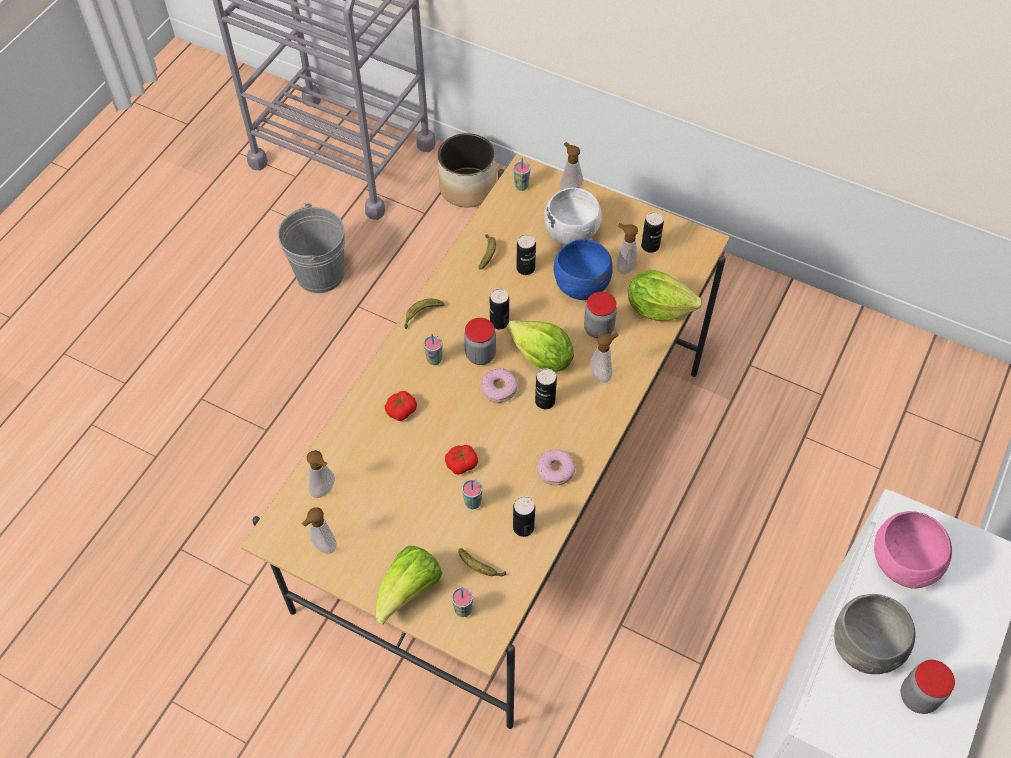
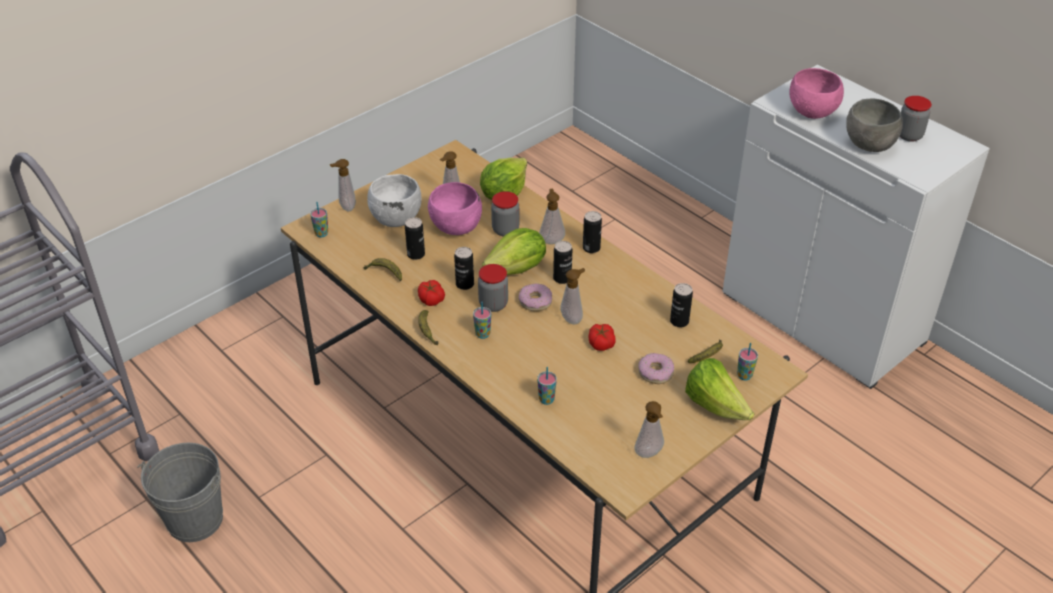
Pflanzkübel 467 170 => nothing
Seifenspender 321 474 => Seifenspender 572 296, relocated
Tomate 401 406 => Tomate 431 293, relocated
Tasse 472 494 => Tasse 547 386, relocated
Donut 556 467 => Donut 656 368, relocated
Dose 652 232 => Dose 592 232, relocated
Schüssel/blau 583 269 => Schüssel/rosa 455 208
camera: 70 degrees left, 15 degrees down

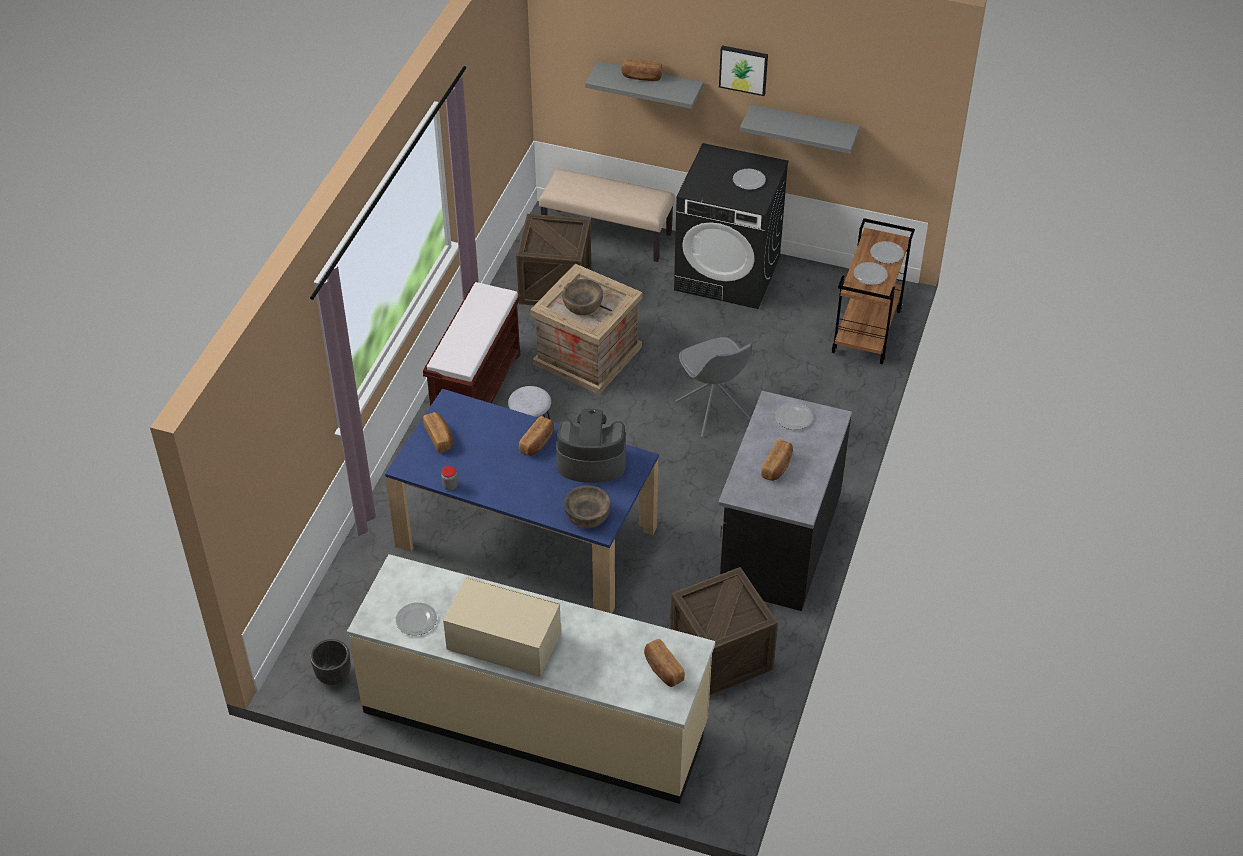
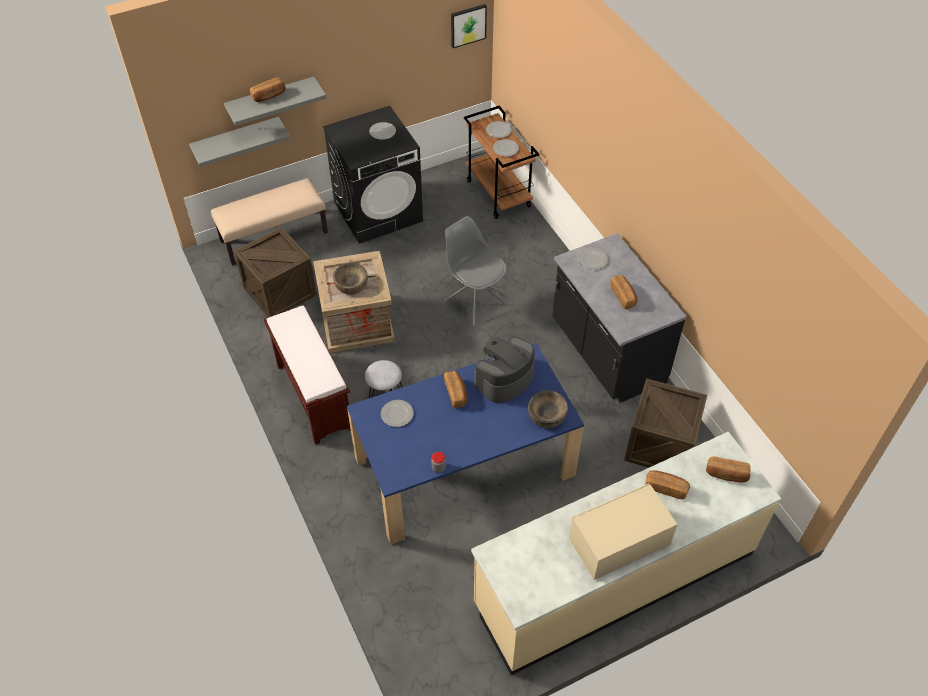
Pflanzkübel/schwarz 330 662 => nothing
Teller 416 618 => Teller 397 413, relocated
Brot 438 432 => Brot 667 485, relocated
Bild 743 70 => Bild 469 26, relocated
Wandregal/grau 800 129 => Wandregal/grau 240 142, relocated
Stuhl/grau 713 387 => Stuhl/grau 475 271, 150 degrees counterclockwise
camera: 45 degrees left, 5 degrees up

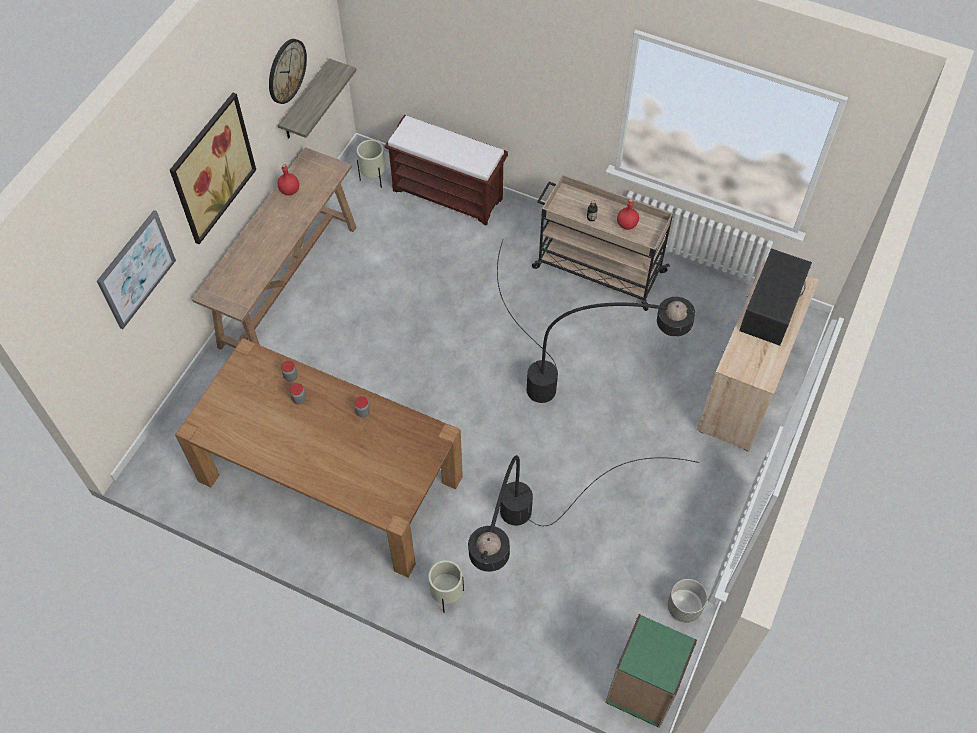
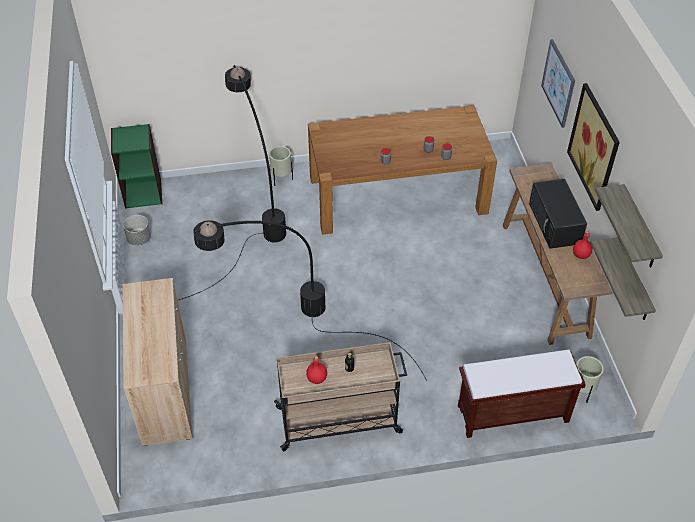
Mikrowelle/schwarz 775 297 => Mikrowelle/schwarz 558 214, relocated
Wanduhr 288 71 => Wandregal 629 226
camera: 145 degrees right, 10 degrees down

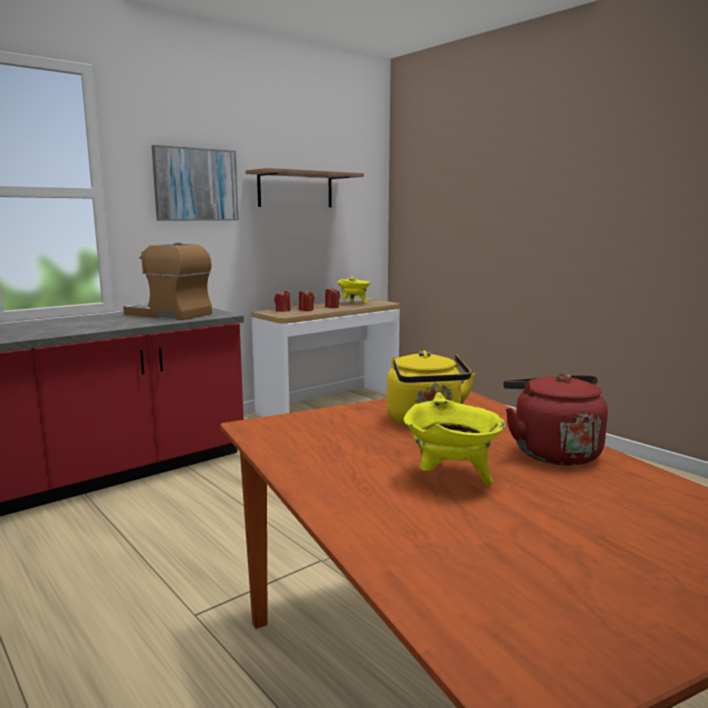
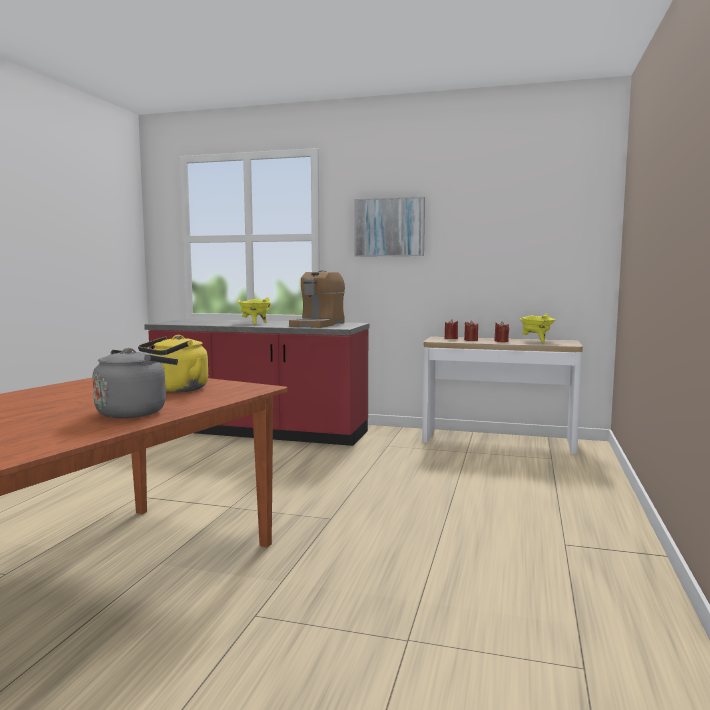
Wandregal 305 187 => nothing
Kochtopf/gelb 454 438 => Kochtopf/gelb 254 311, relocated
Wasserkessel/rot 555 419 => Wasserkessel/grau 135 383
Kaffeemaschine 167 281 => Kaffeemaschine 317 299, 150 degrees counterclockwise
camera: 55 degrees right, 5 degrees down

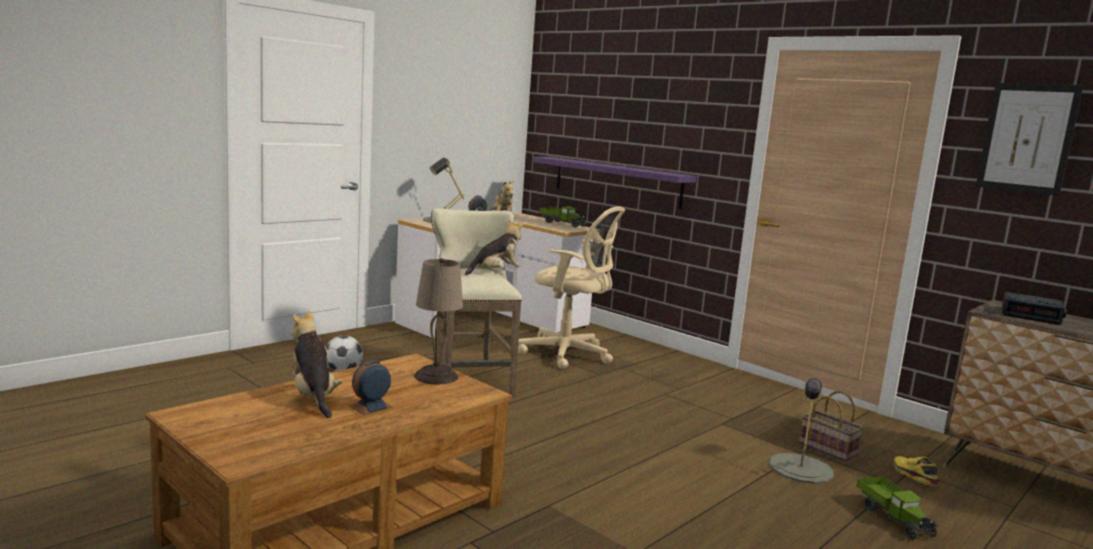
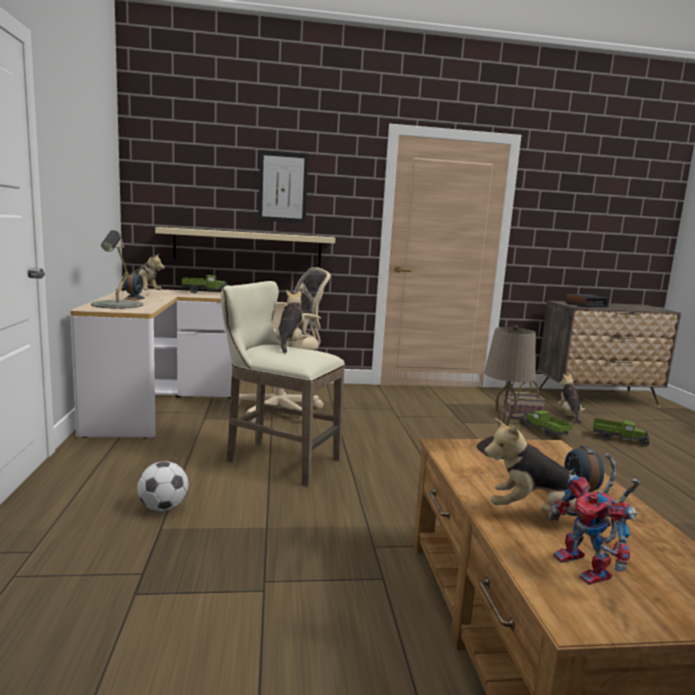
nothing => Spielzeugroboter 594 519
Bild 1029 139 => Bild 283 186, relocated
Tischlampe/grau 801 431 => Spielzeuglaster 546 424
Schuh/gelb 916 471 => Plüschtier 571 398
Wandregal/lila 614 183 => Wandregal/beige 245 247
camera: 50 degrees left, 0 degrees up

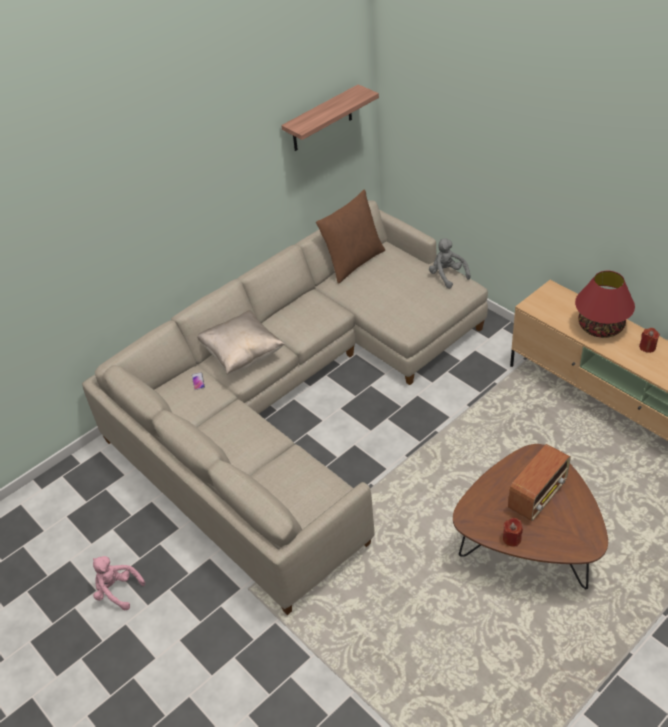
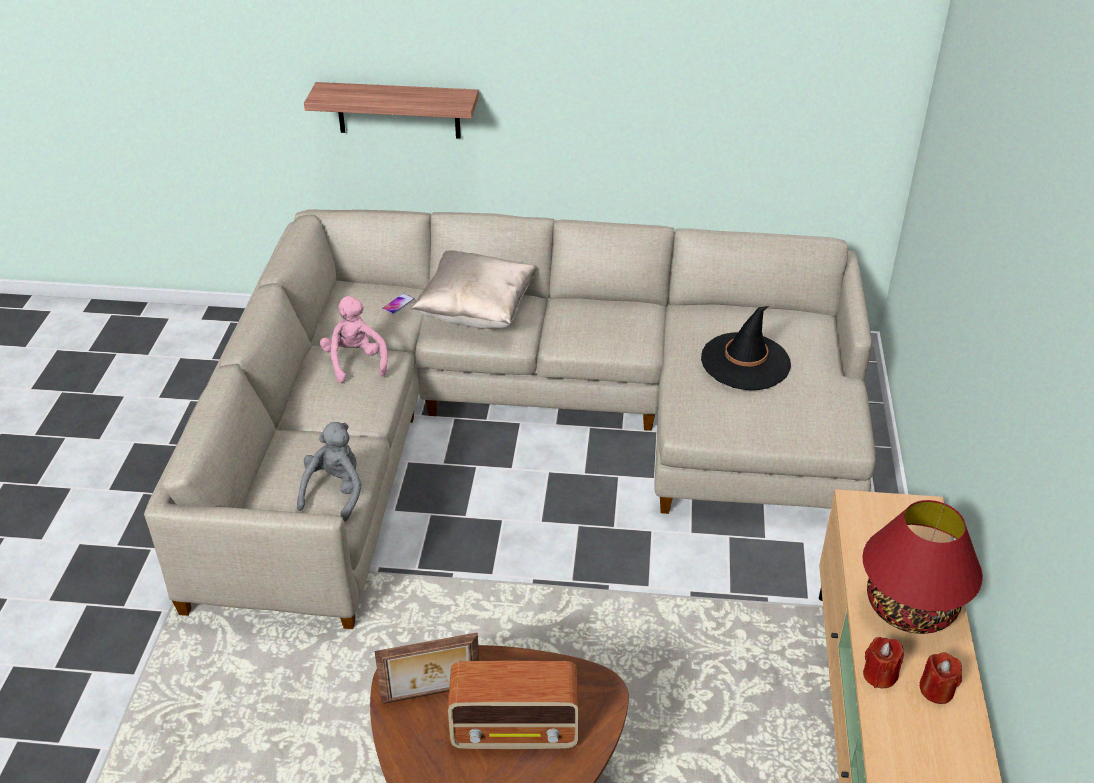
Kissen/braun 350 236 => nothing
nothing => Bilderrahmen 427 668
nothing => Hut/schwarz 746 348
Plüschtier/rosa 119 583 => Plüschtier/rosa 354 339, relocated
Wandregal 330 117 => Wandregal 391 110, relocated
Plüschtier/grau 450 263 => Plüschtier/grau 329 471, relocated
Kerze/rot 513 532 => Kerze/rot 883 662, relocated
camera: 45 degrees right, 5 degrees down

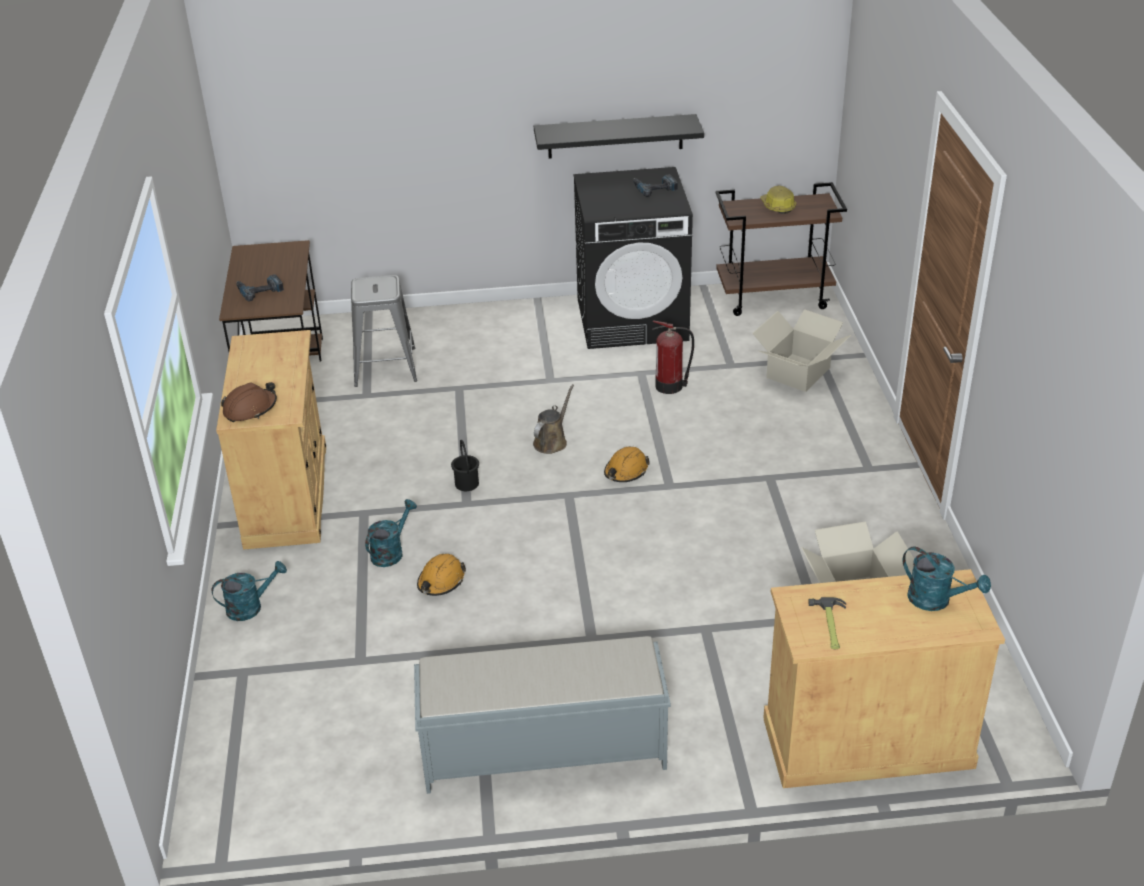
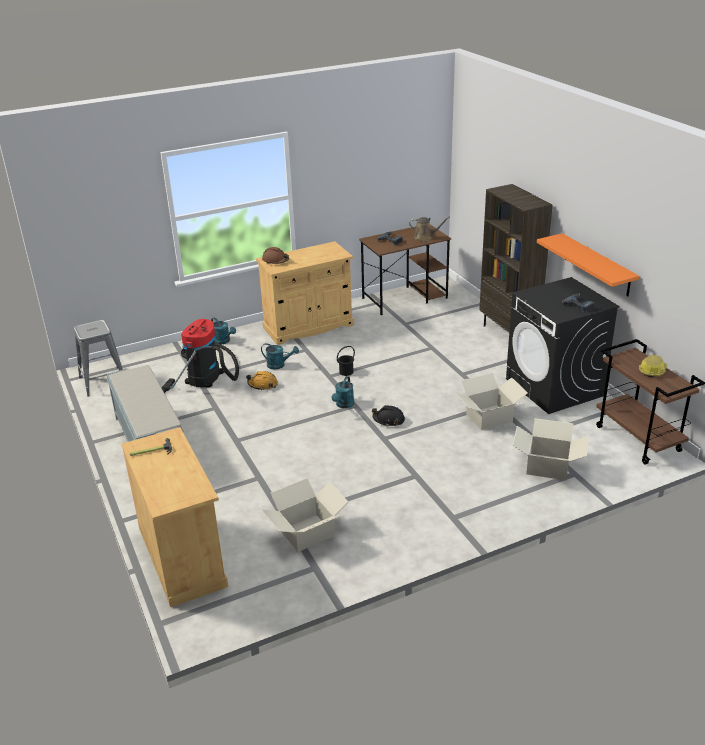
nothing => Staubsauger 200 356
nothing => Bücherregal/braun 516 258
Hocker/grau 384 331 => Hocker/grau 98 358, relocated
Gießkanne/braun 553 419 => Gießkanne/braun 429 229, relocated
Gießkanne/türkis 946 579 => Gießkanne/türkis 343 392, relocated
Feuerlöscher 673 357 => Karton 491 401
Wandregal/schwarz 619 136 => Wandregal/orange 588 264
Schutzhelm/orange 627 464 => Schutzhelm/schwarz 388 416
camera: 70 degrees right, 5 degrees down

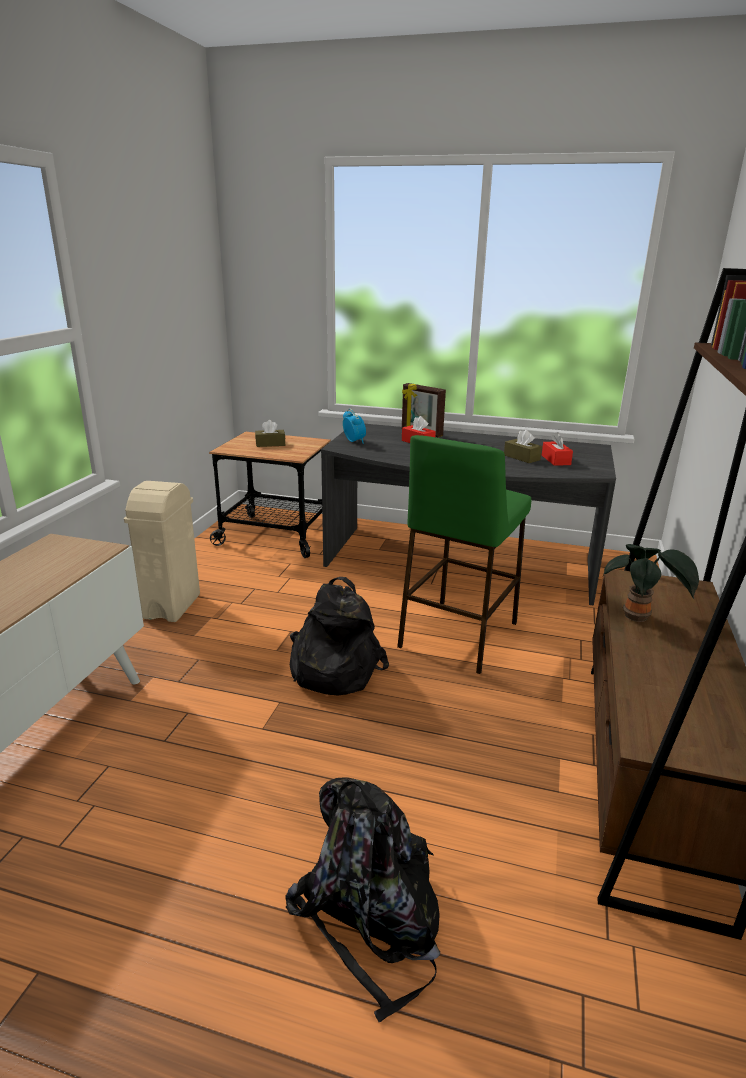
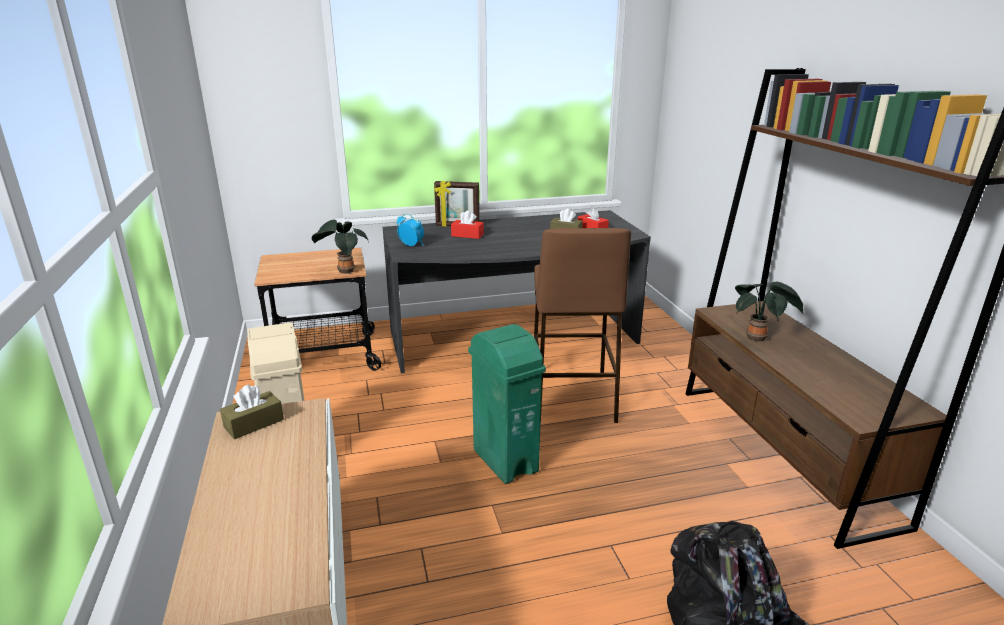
nothing => Topfpflanze 340 247
Taschentuchbox/braun 270 433 => Taschentuchbox/braun 252 412, relocated
Rucksack/schwarz 339 636 => Mülleimer/grün 507 404
Hocker/grün 464 554 => Hocker/braun 582 325
camera: 30 degrees left, 0 degrees up

